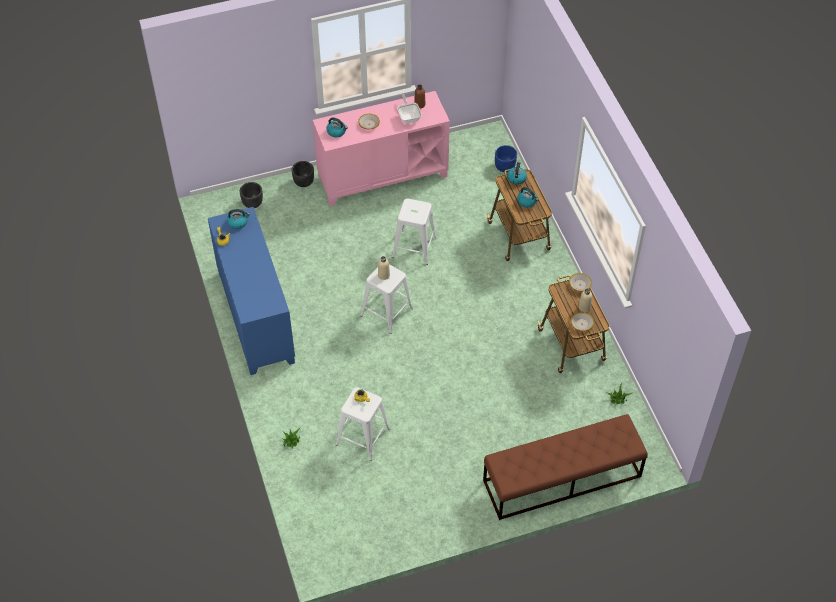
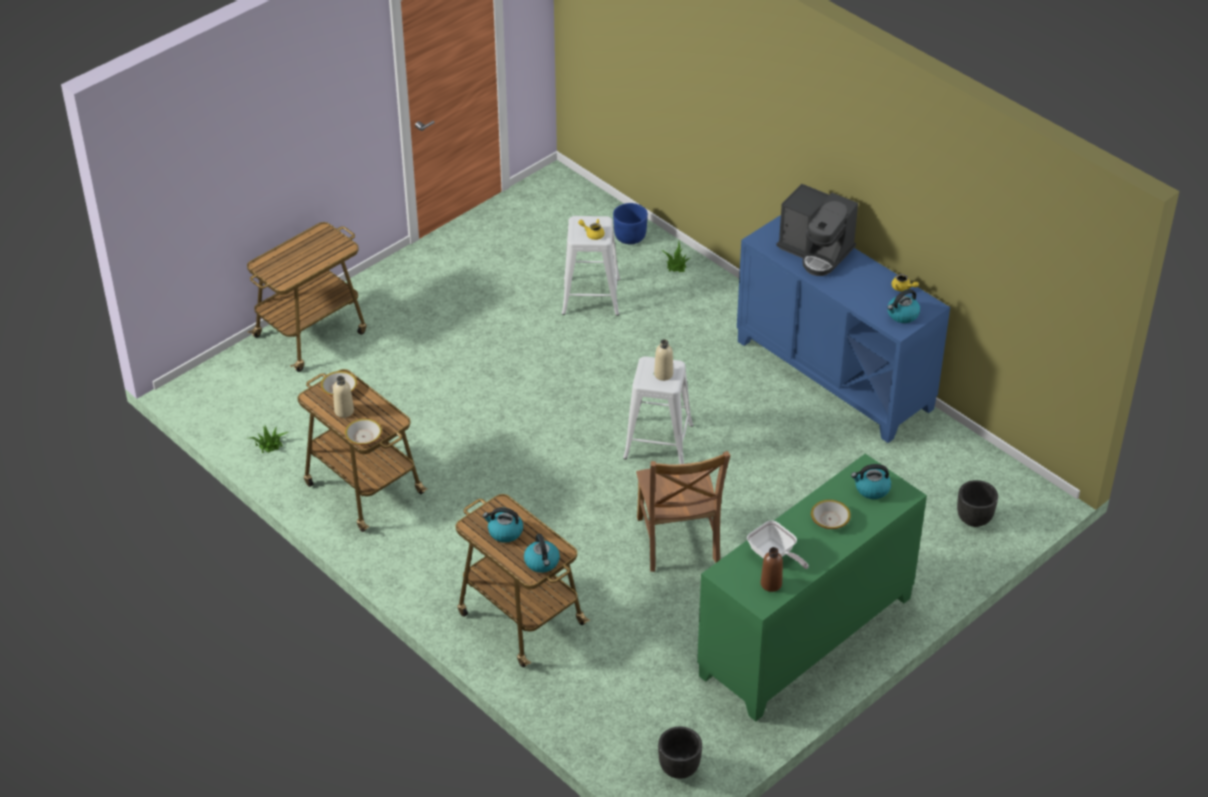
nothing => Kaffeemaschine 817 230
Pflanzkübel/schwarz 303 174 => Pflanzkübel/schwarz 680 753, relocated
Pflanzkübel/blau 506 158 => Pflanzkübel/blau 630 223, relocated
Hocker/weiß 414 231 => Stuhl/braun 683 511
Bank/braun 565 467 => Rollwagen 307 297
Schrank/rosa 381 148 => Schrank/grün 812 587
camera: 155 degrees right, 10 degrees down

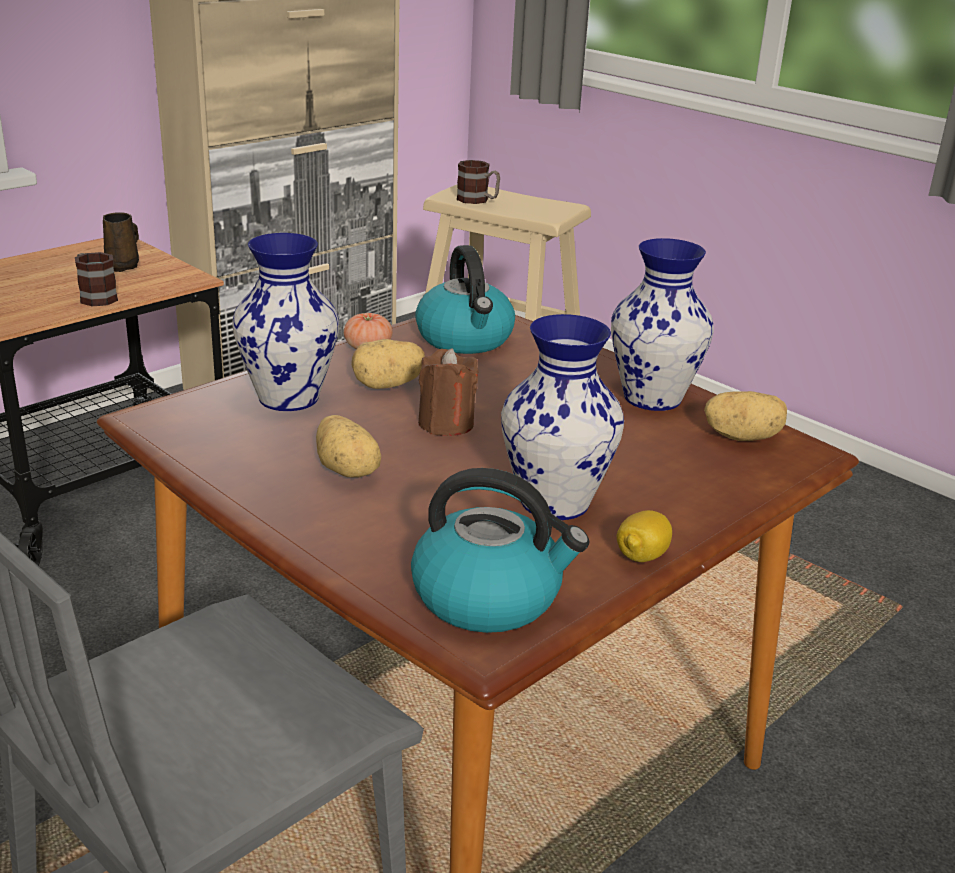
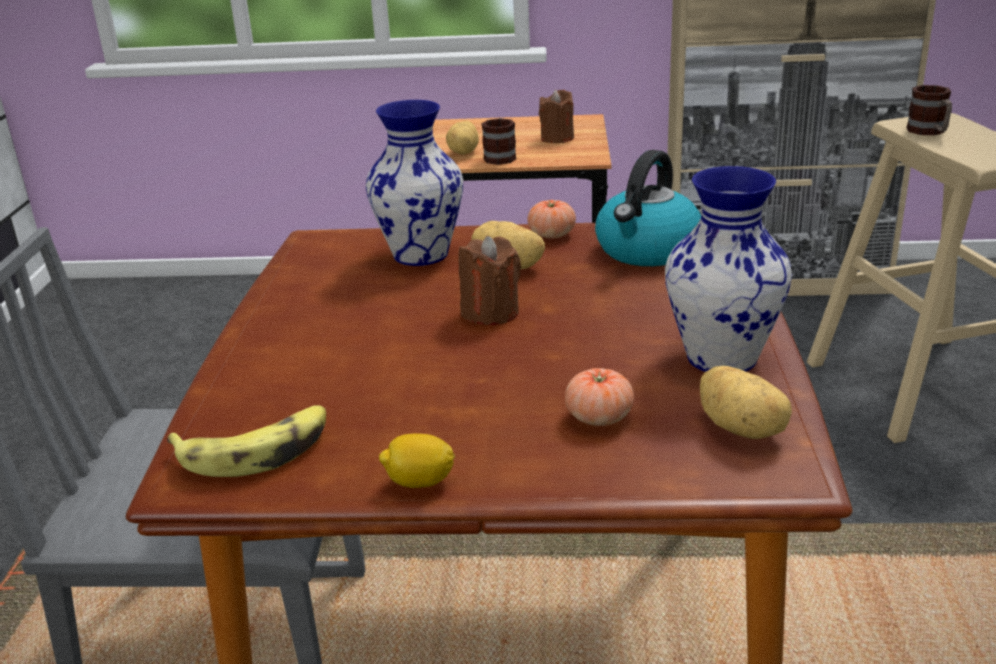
Vase 562 417 => nothing
nothing => Tomate 599 397
Kartoffel 348 446 => Kartoffel 462 138, relocated
Henkelbecher/braun 121 242 => Kerze/braun 556 116
Wasserkessel 500 550 => Banane 246 441
camera: 50 degrees right, 0 degrees up

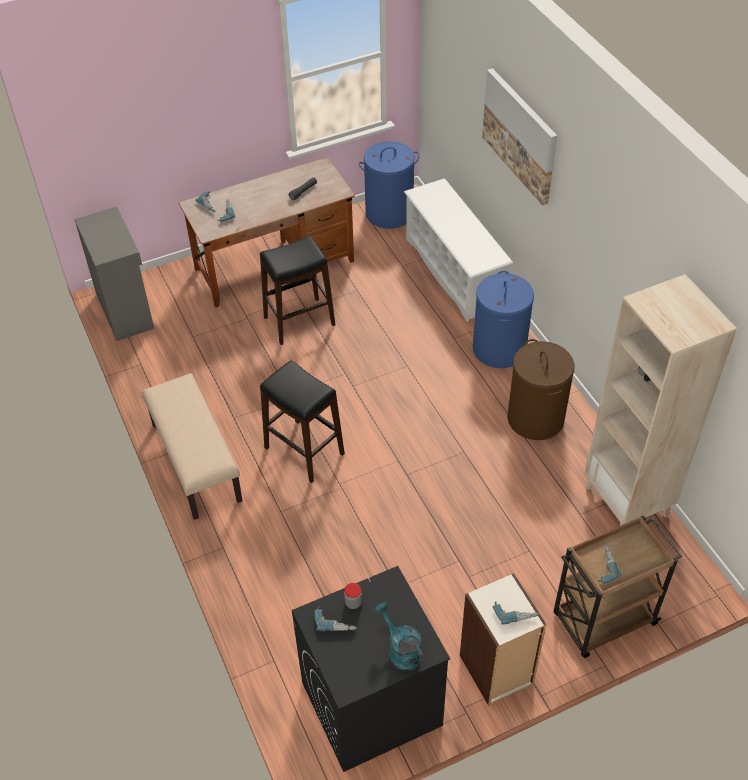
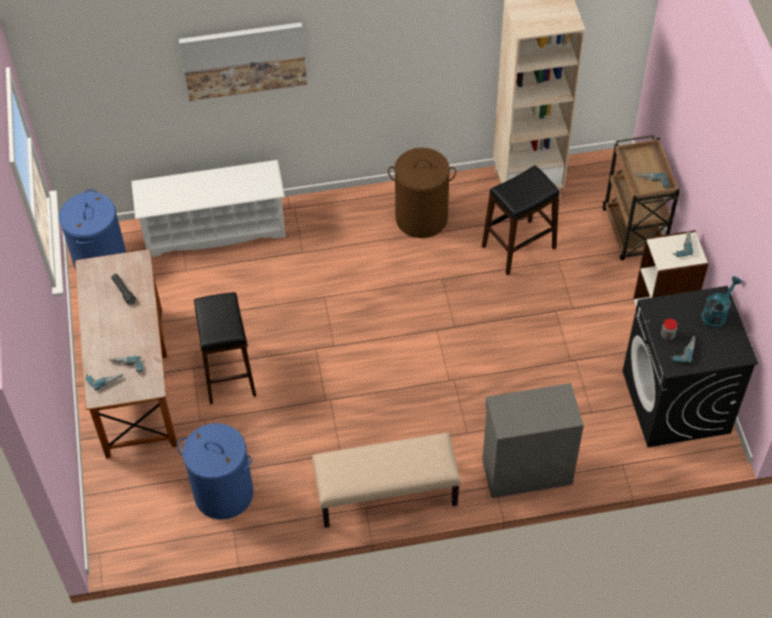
Schrank/grau 114 274 => Schrank/grau 533 440, relocated
Hocker/schwarz 302 421 => Hocker/schwarz 520 220, relocated
Wäschekorb/blau 503 319 => Wäschekorb/blau 215 471, relocated
Gießkanne/türkis 399 636 => Gießkanne/türkis 721 302, 150 degrees clockwise
camera: 75 degrees left, 5 degrees up

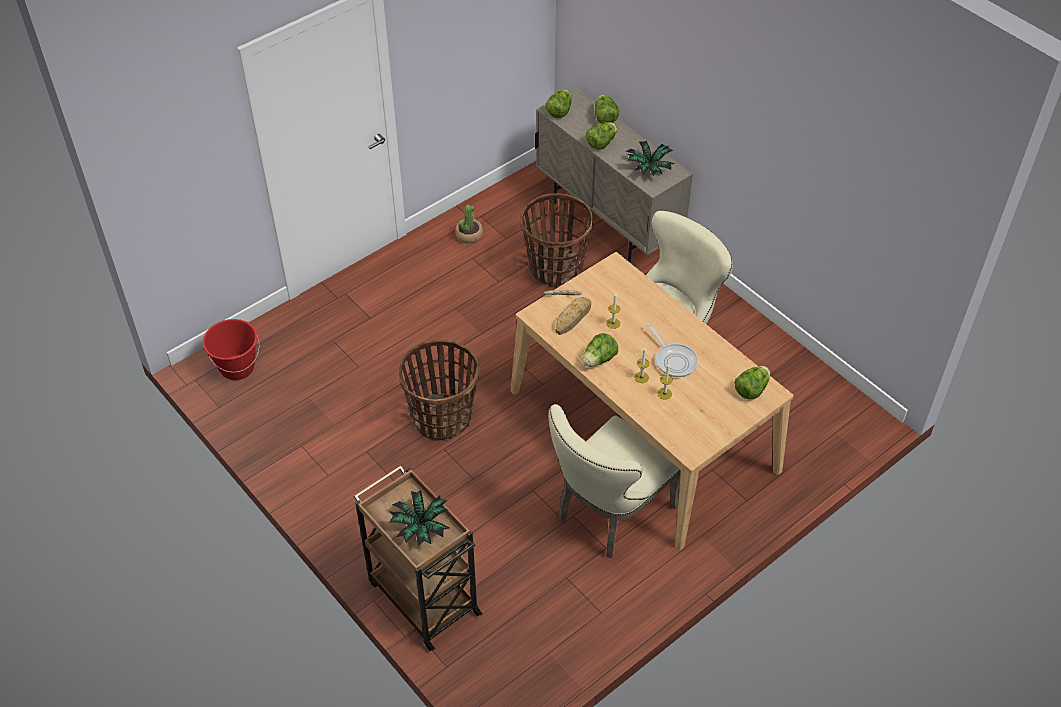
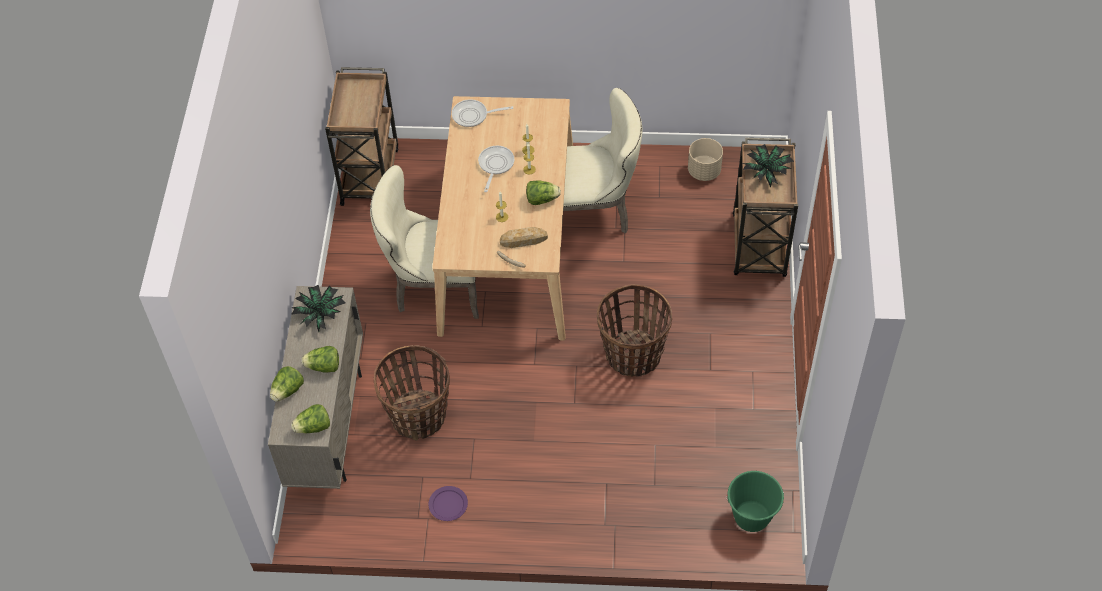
nothing => Rollwagen/braun 361 136
nothing => Pflanzkübel/beige 705 159
Topfpflanze 469 224 => Teller/lila 448 503
Salatkopf 752 383 => Pfanne 482 113
Eimer/rot 231 349 => Eimer/grün 754 501
camera: 135 degrees left, 5 degrees up

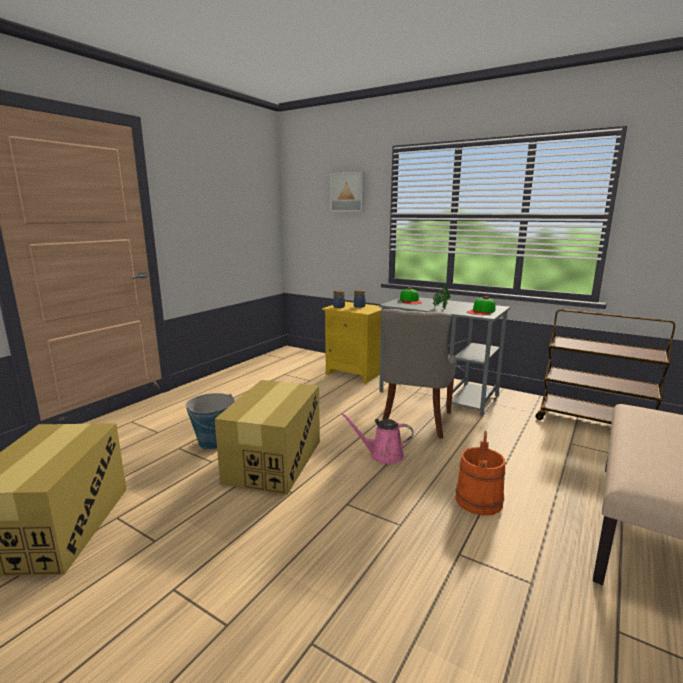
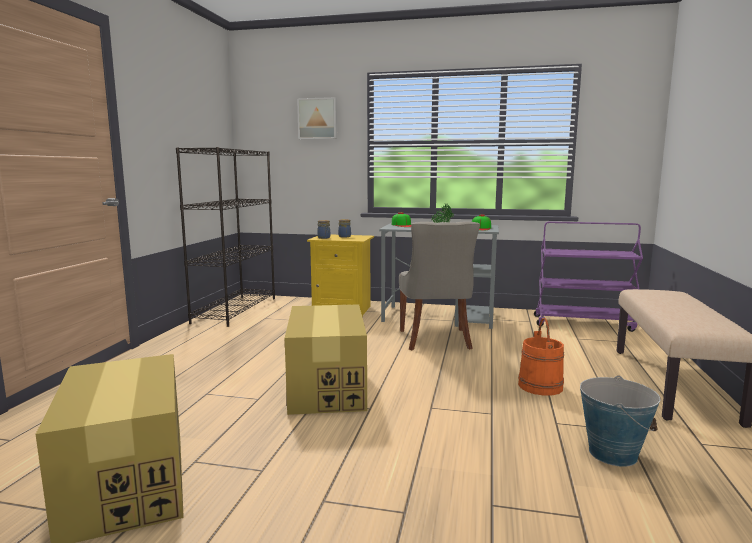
Gießkanne/rosa 377 438 => nothing
nothing => Bücherregal/schwarz 225 237
Eimer 210 421 => Eimer 620 421, relocated
Rollwagen/braun 605 366 => Rollwagen/lila 588 276
camera: 20 degrees left, 5 degrees down

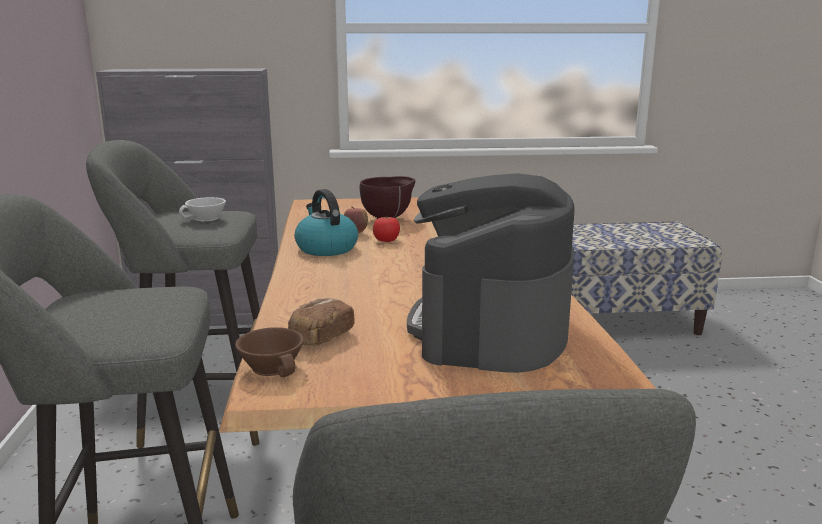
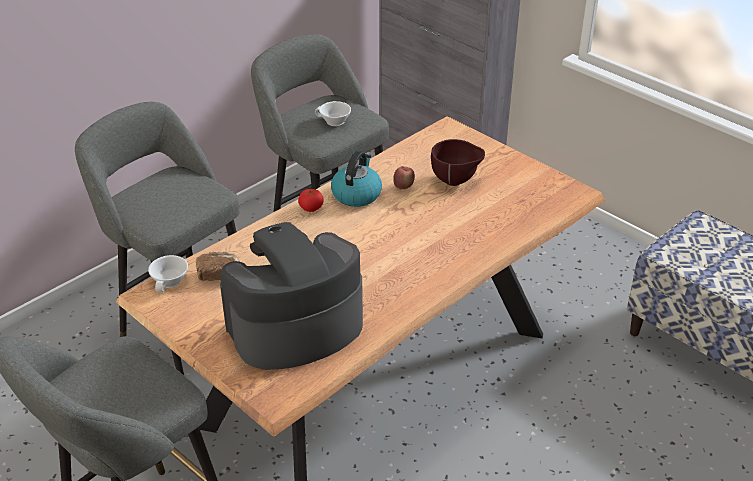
Tomate 386 229 => Tomate 310 200, relocated
Tasse/braun 269 352 => Tasse/weiß 168 273
camera: 50 degrees right, 20 degrees up

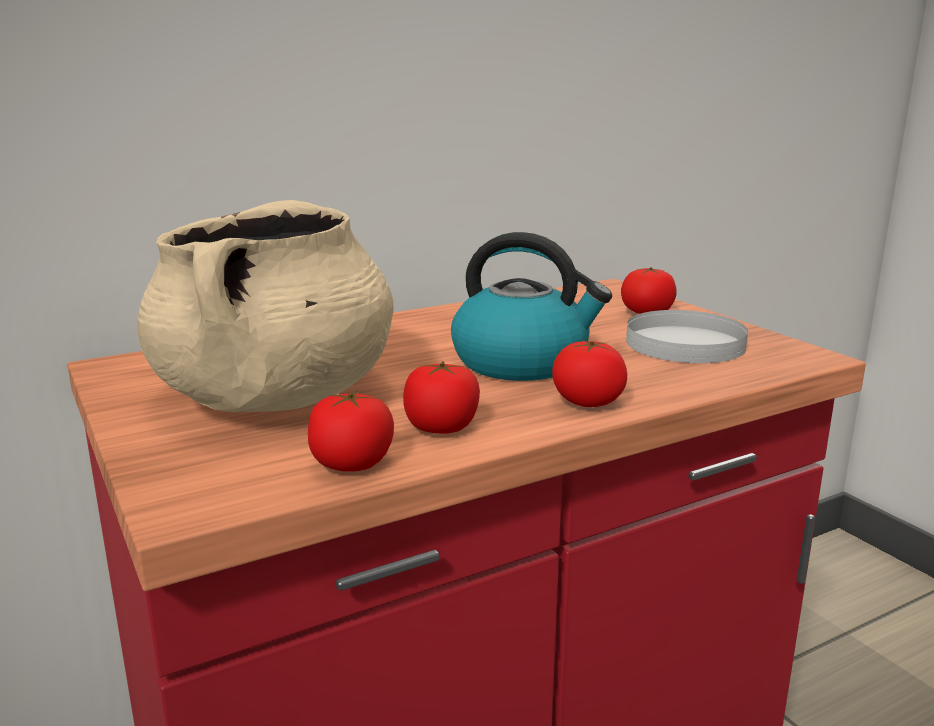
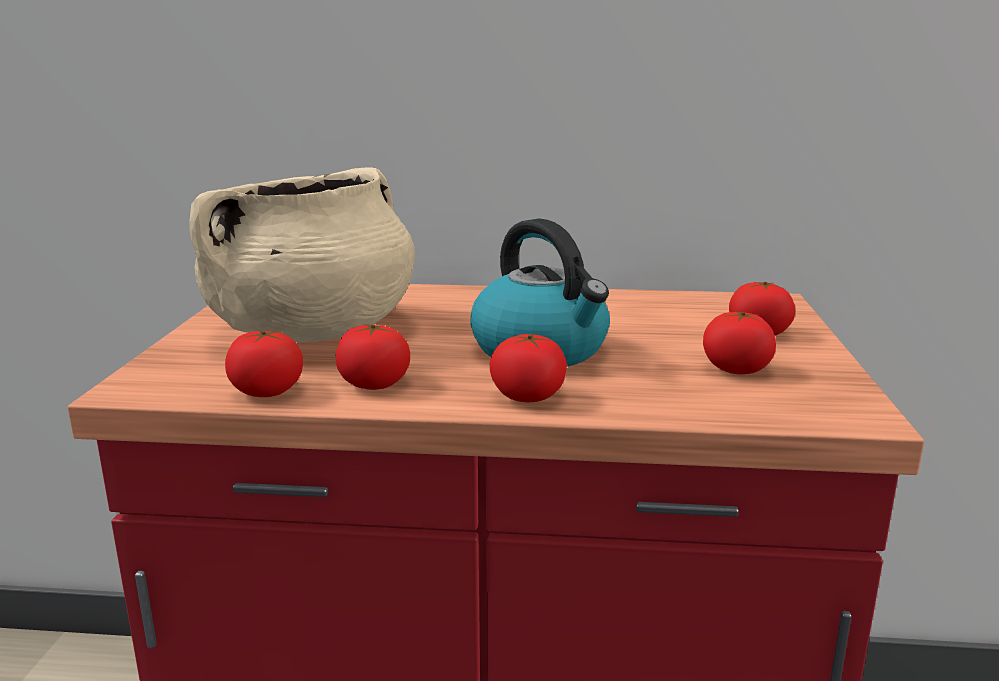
Teller/weiß 687 336 => Tomate 739 342
camera: 35 degrees right, 0 degrees up

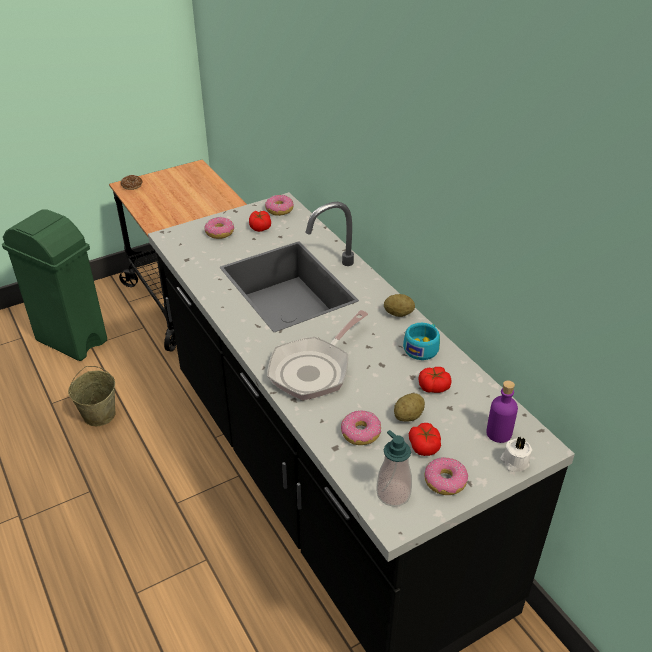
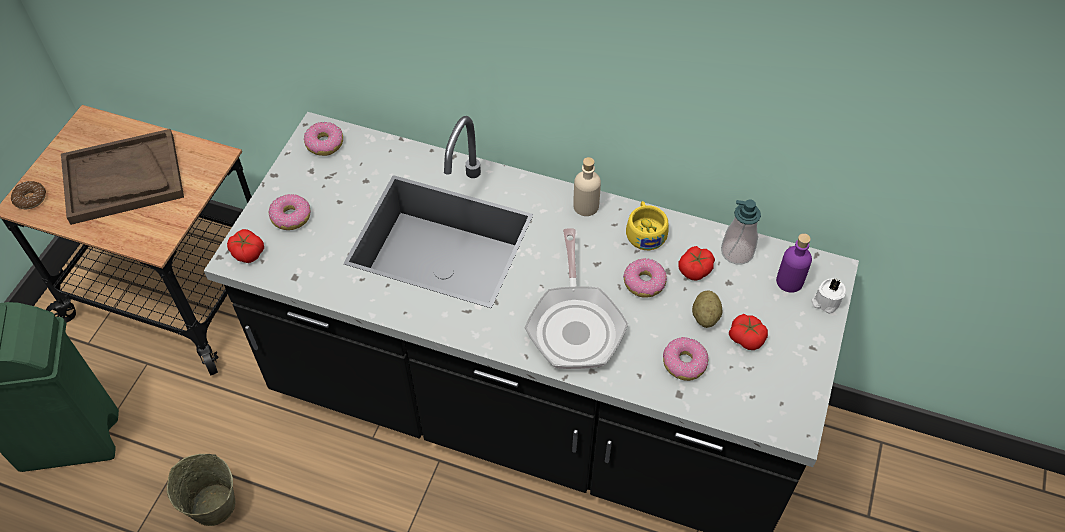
nothing => Tablett/braun 122 177
Tomate 260 221 => Tomate 245 246, relocated
Seifenspender 394 468 => Seifenspender 741 232, relocated
Donut 446 476 => Donut 645 278, relocated
Kartoffel 399 305 => Flasche/beige 587 186
Tasse/türkis 421 341 => Tasse/gelb 647 225
camera: 40 degrees left, 15 degrees up

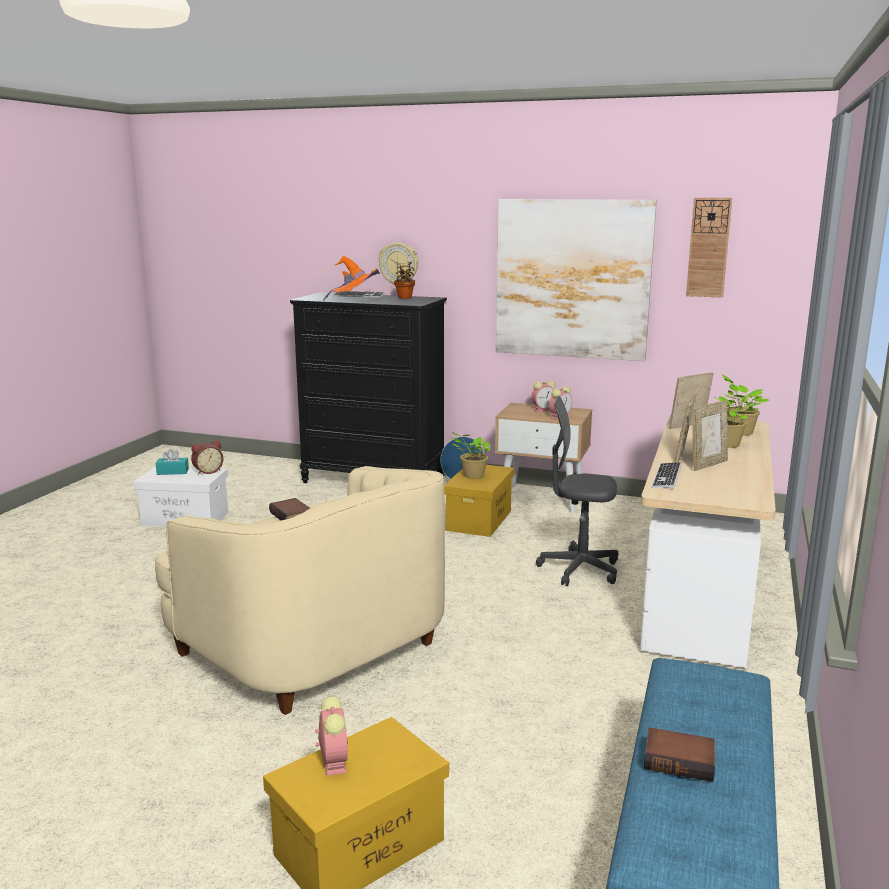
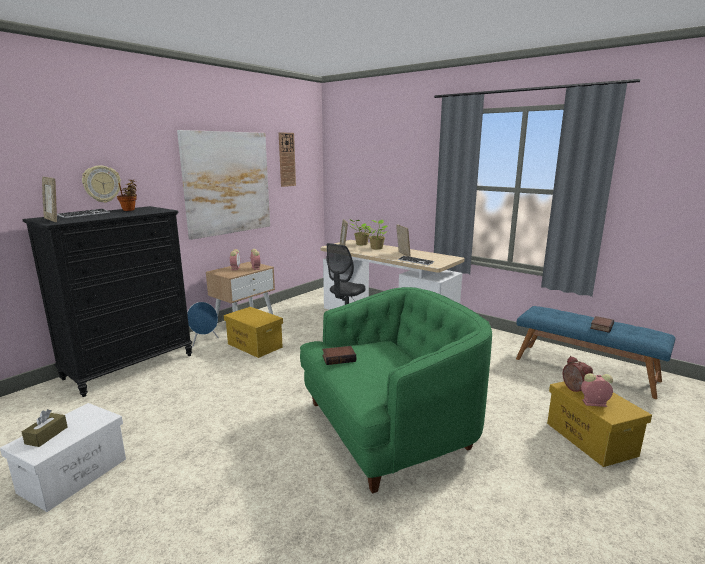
Hut/orange 351 278 => nothing
Topfpflanze 471 455 => nothing
Wecker 207 457 => Wecker 578 374, relocated
Bilderrahmen 686 428 => Bilderrahmen 49 199, relocated
Sessel/beige 300 590 => Sessel/grün 396 390
Taschentuchbox/türkis 172 462 => Taschentuchbox/braun 45 428
camera: 70 degrees left, 0 degrees up

